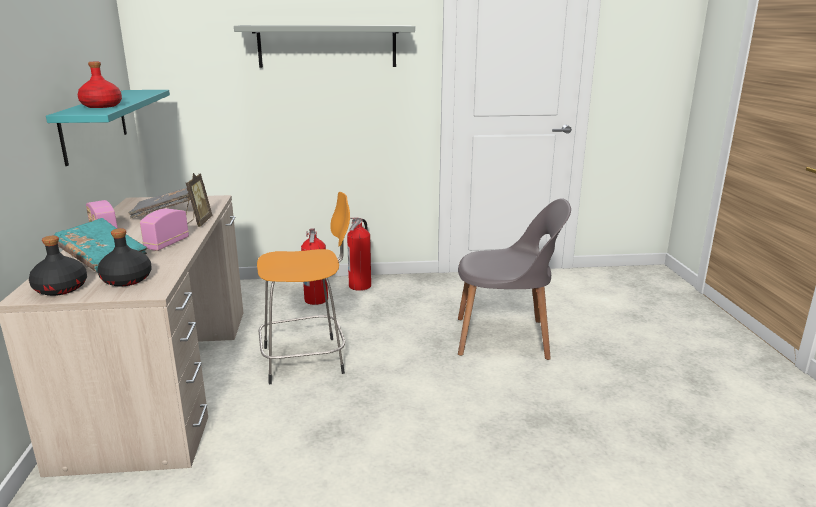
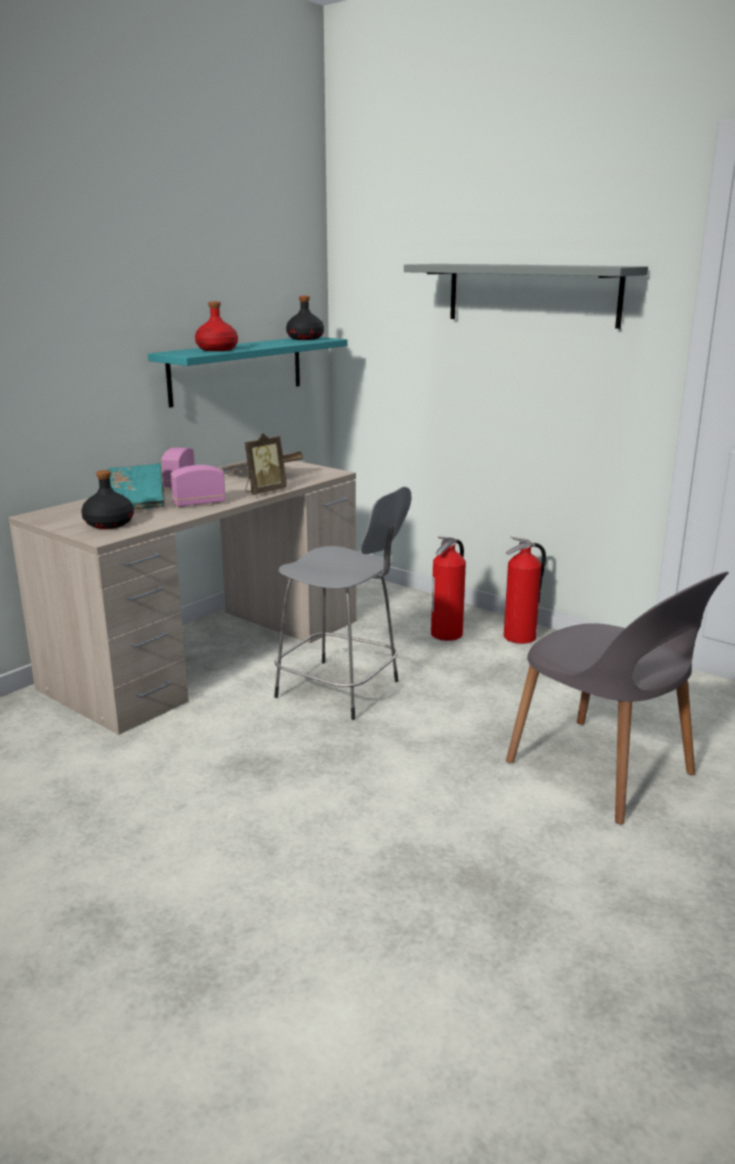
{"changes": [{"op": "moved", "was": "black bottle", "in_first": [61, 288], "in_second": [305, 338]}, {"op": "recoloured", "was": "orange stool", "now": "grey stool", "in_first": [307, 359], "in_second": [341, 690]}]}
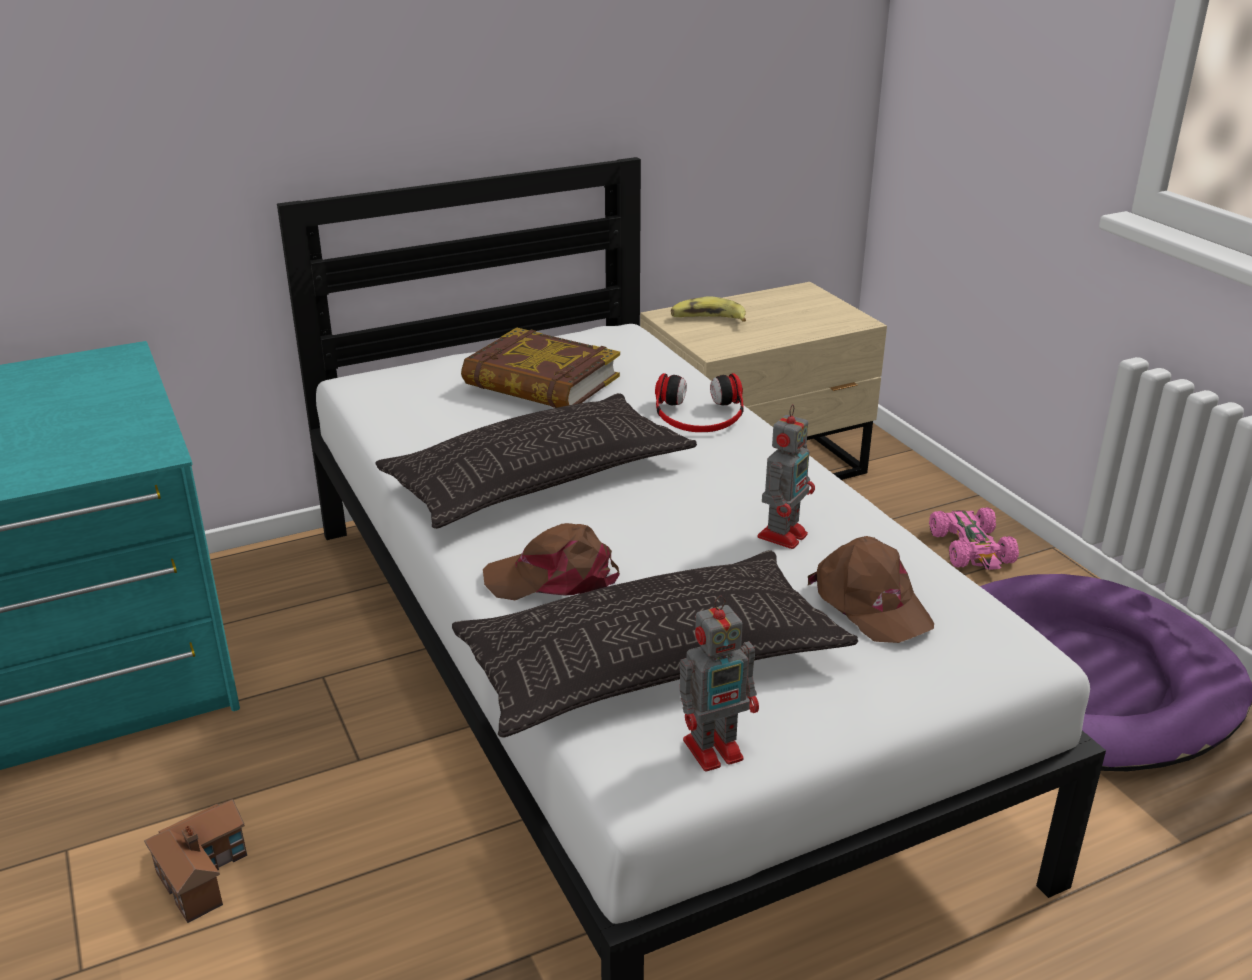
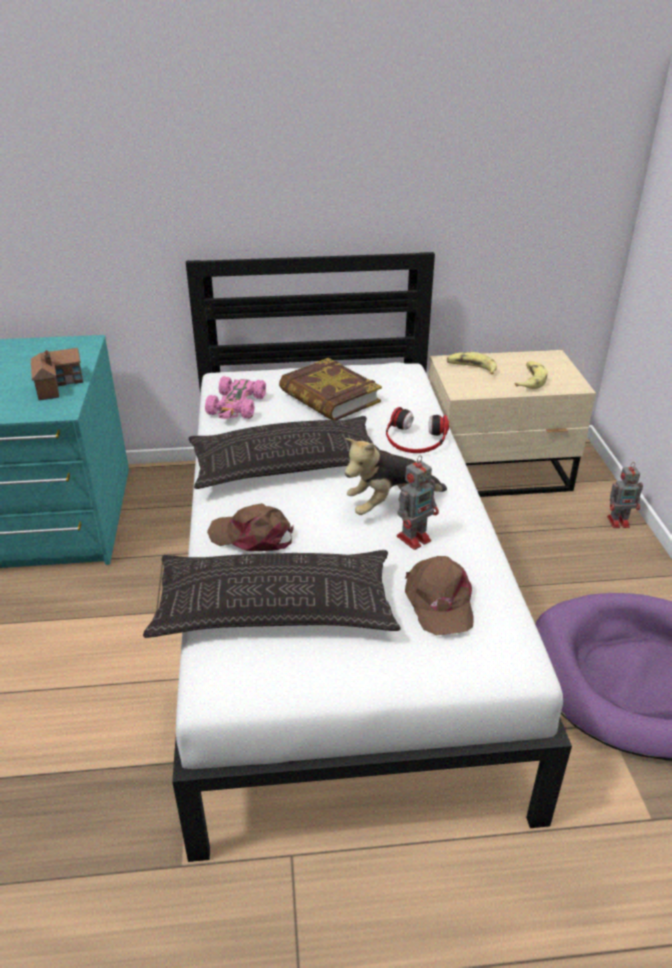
{"changes": [{"op": "added", "now": "plush toy", "in_second": [391, 506]}, {"op": "added", "now": "banana", "in_second": [530, 380]}, {"op": "moved", "was": "toy house", "in_first": [203, 869], "in_second": [59, 383]}, {"op": "moved", "was": "toy robot", "in_first": [716, 748], "in_second": [619, 521]}, {"op": "moved", "was": "pink toy car", "in_first": [972, 549], "in_second": [237, 406]}]}
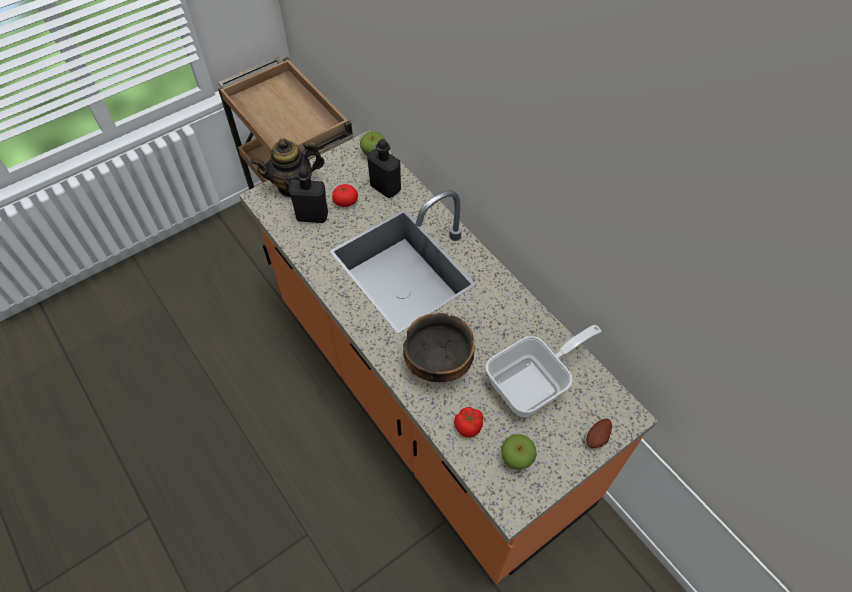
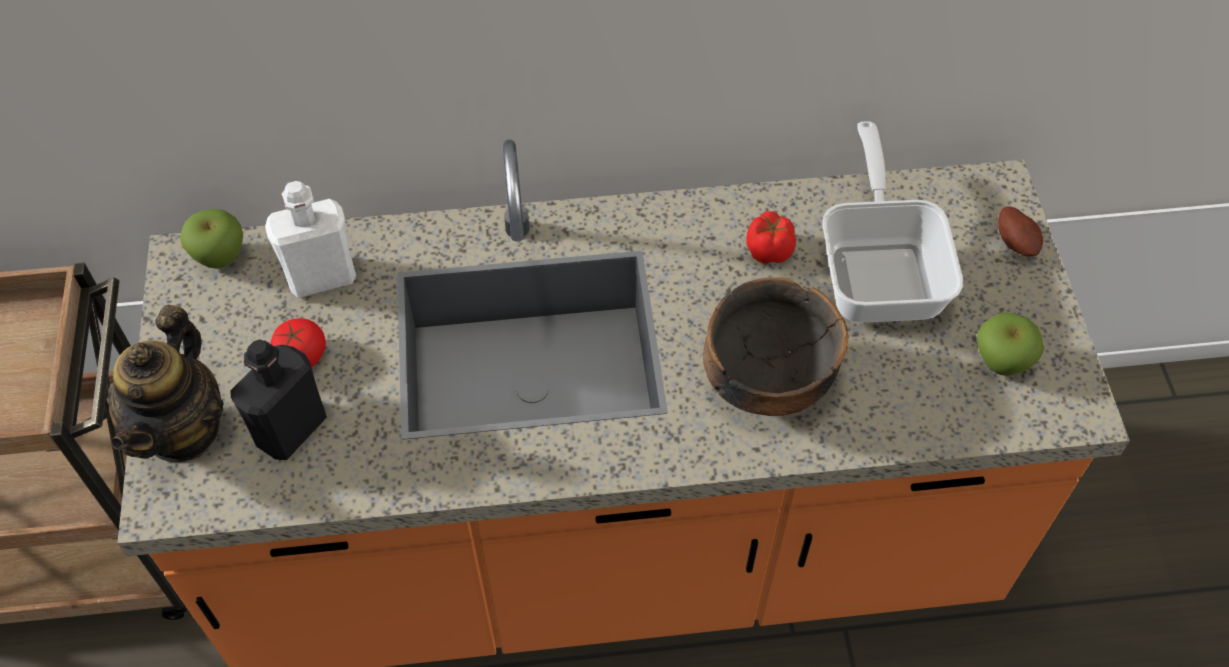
{"changes": [{"op": "moved", "was": "tomato", "in_first": [469, 426], "in_second": [769, 249]}, {"op": "recoloured", "was": "black bottle", "now": "white bottle", "in_first": [385, 188], "in_second": [322, 277]}]}
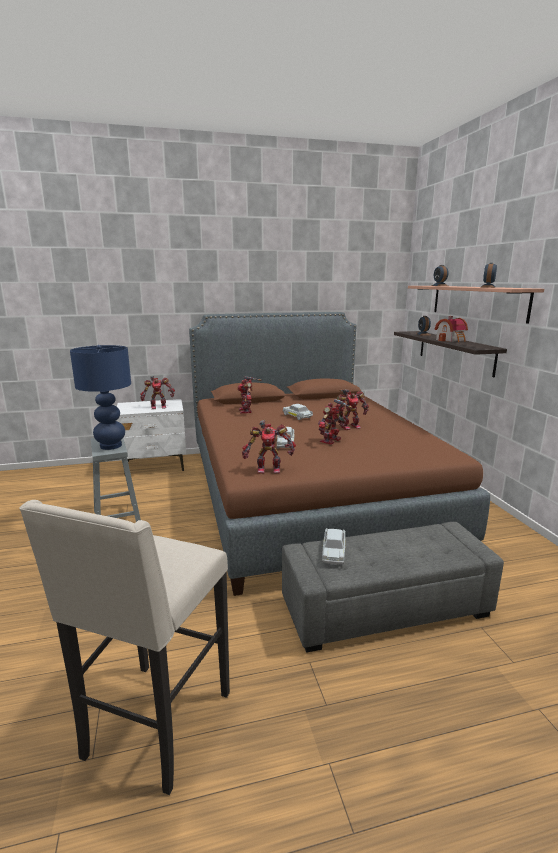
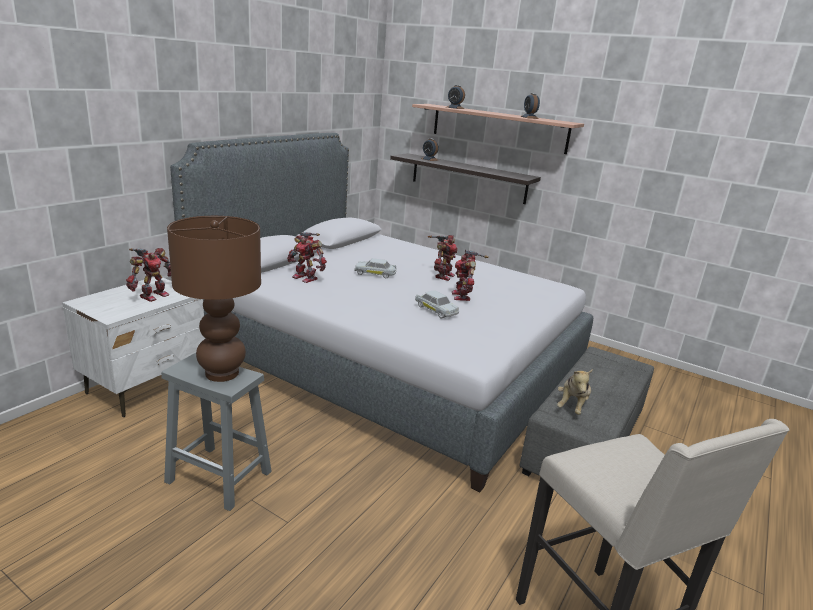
{"changes": [{"op": "removed", "was": "toy robot", "in_first": [268, 469]}, {"op": "removed", "was": "toy house", "in_first": [451, 340]}, {"op": "replaced", "was": "white toy car", "now": "plush toy", "in_first": [333, 551], "in_second": [572, 406]}, {"op": "recoloured", "was": "blue table lamp", "now": "brown table lamp", "in_first": [110, 446], "in_second": [221, 373]}, {"op": "recoloured", "was": "brown bed", "now": "grey bed", "in_first": [306, 494], "in_second": [386, 362]}]}
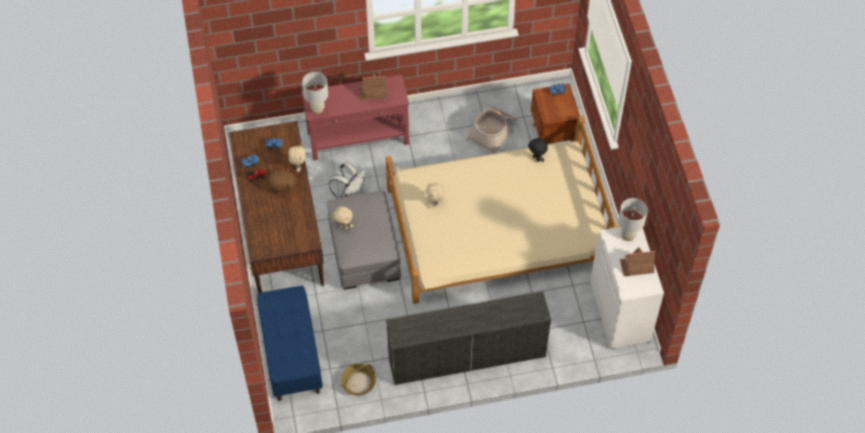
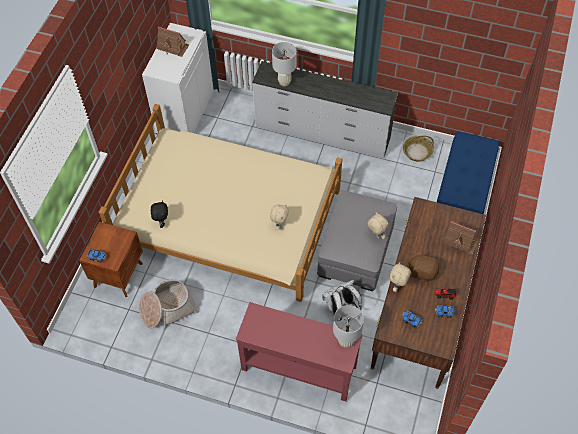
{"changes": [{"op": "moved", "was": "toy house", "in_first": [373, 91], "in_second": [460, 240]}, {"op": "moved", "was": "white table lamp", "in_first": [628, 235], "in_second": [284, 82]}]}
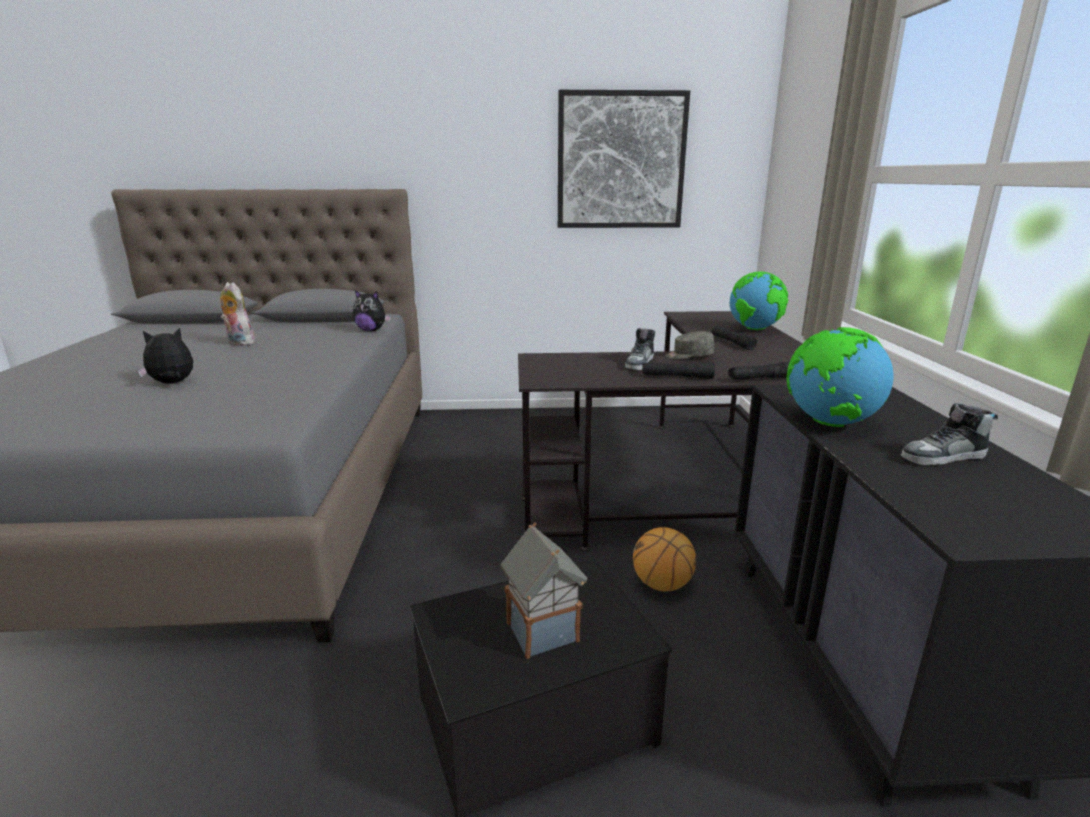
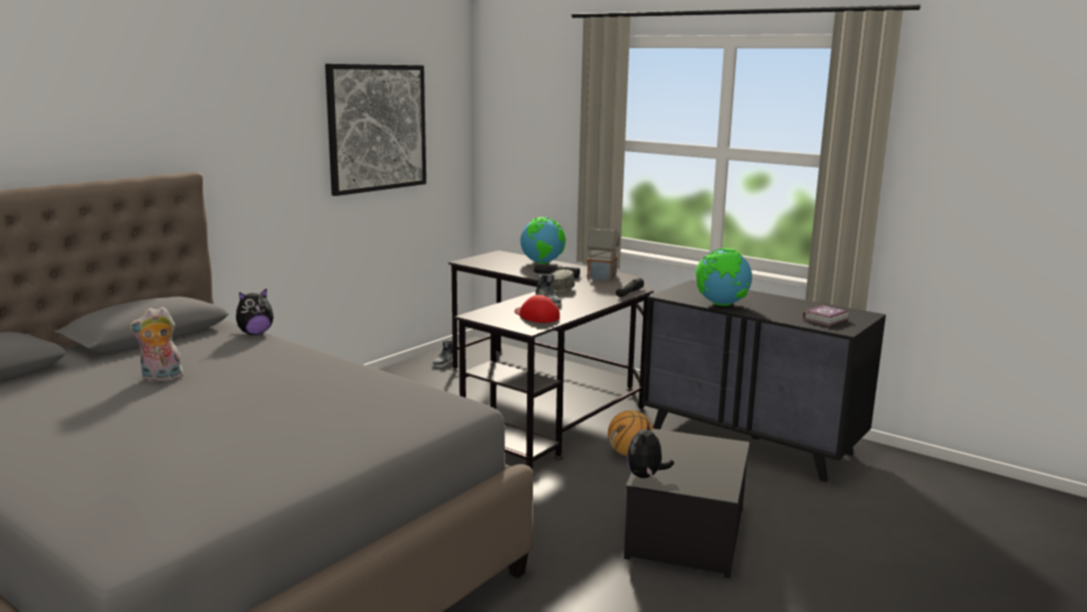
{"changes": [{"op": "removed", "was": "black flashlight", "in_first": [677, 377]}, {"op": "added", "now": "red cap", "in_second": [536, 316]}, {"op": "added", "now": "book", "in_second": [826, 319]}, {"op": "moved", "was": "plush toy", "in_first": [172, 383], "in_second": [646, 476]}, {"op": "moved", "was": "toy house", "in_first": [543, 633], "in_second": [602, 277]}, {"op": "moved", "was": "shoe", "in_first": [943, 457], "in_second": [445, 362]}]}
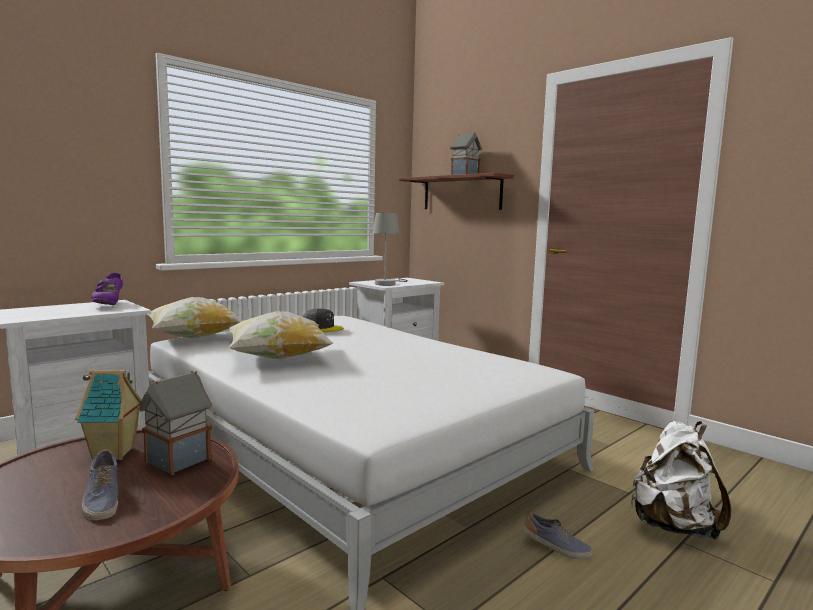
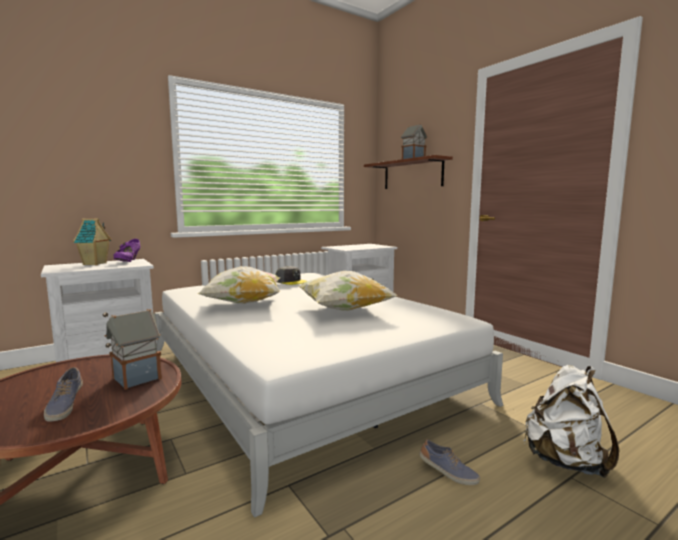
{"changes": [{"op": "removed", "was": "grey table lamp", "in_first": [388, 283]}, {"op": "moved", "was": "toy house", "in_first": [114, 454], "in_second": [95, 264]}, {"op": "moved", "was": "pillow", "in_first": [194, 338], "in_second": [344, 310]}]}
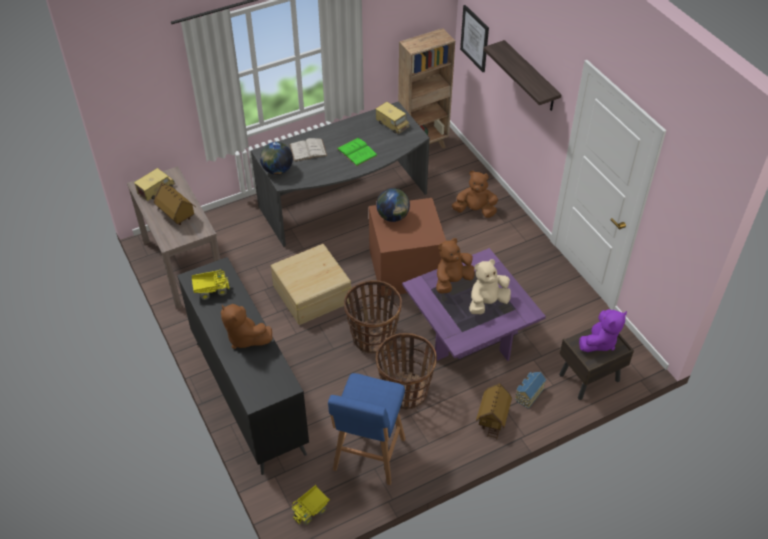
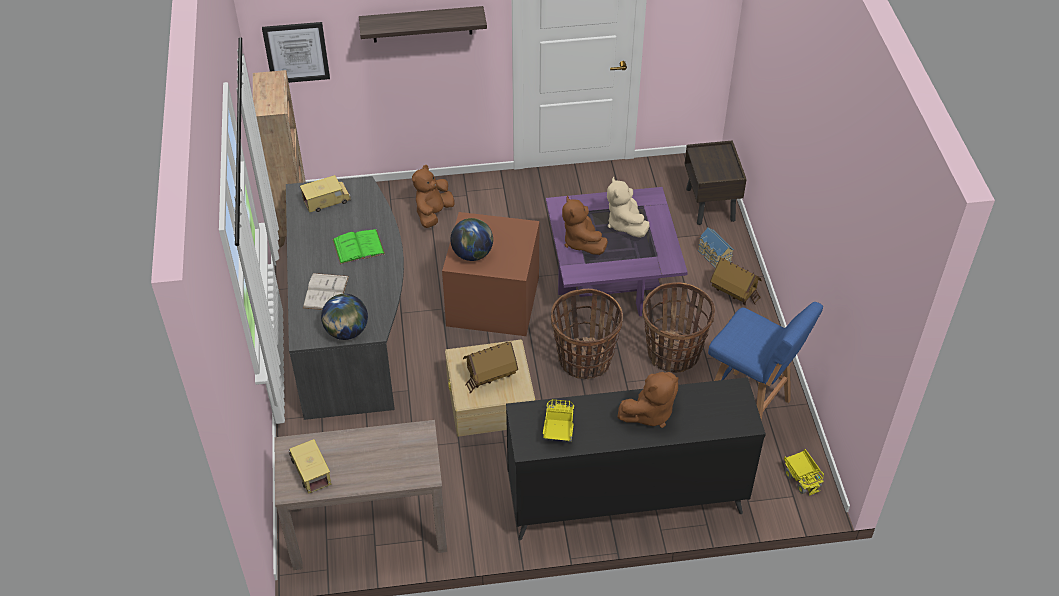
{"changes": [{"op": "removed", "was": "purple plush toy", "in_first": [599, 342]}, {"op": "moved", "was": "toy house", "in_first": [176, 215], "in_second": [490, 376]}]}
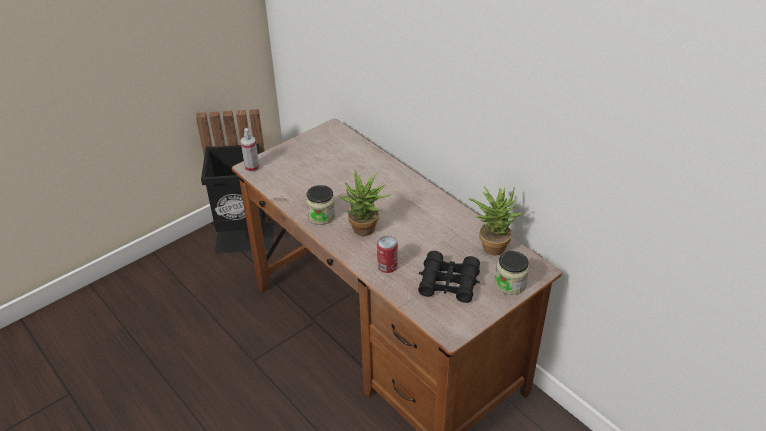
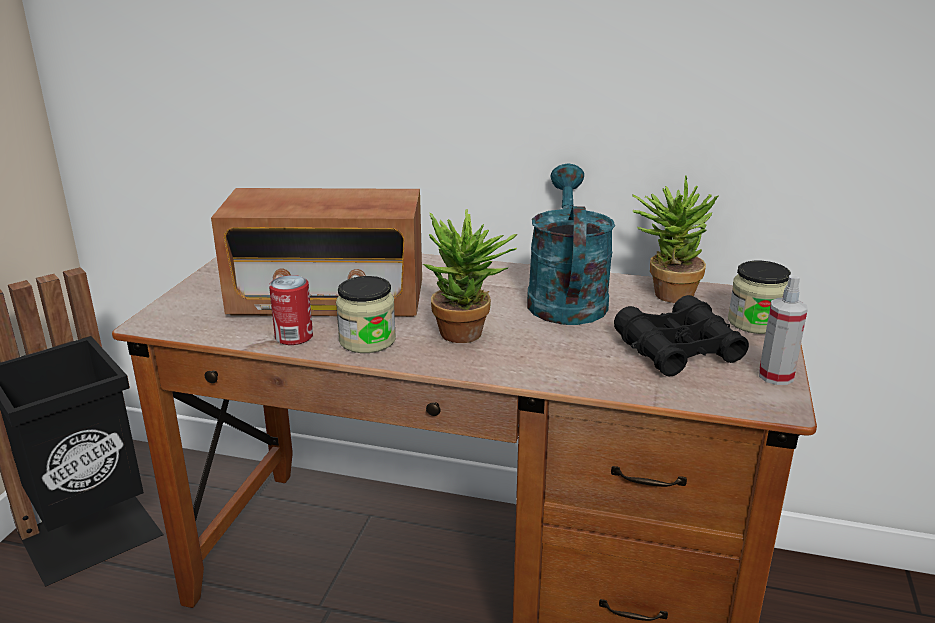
{"changes": [{"op": "added", "now": "radio", "in_second": [328, 300]}, {"op": "added", "now": "turquoise watering can", "in_second": [565, 297]}, {"op": "moved", "was": "spray bottle", "in_first": [252, 167], "in_second": [776, 376]}, {"op": "moved", "was": "can", "in_first": [387, 266], "in_second": [294, 337]}]}
